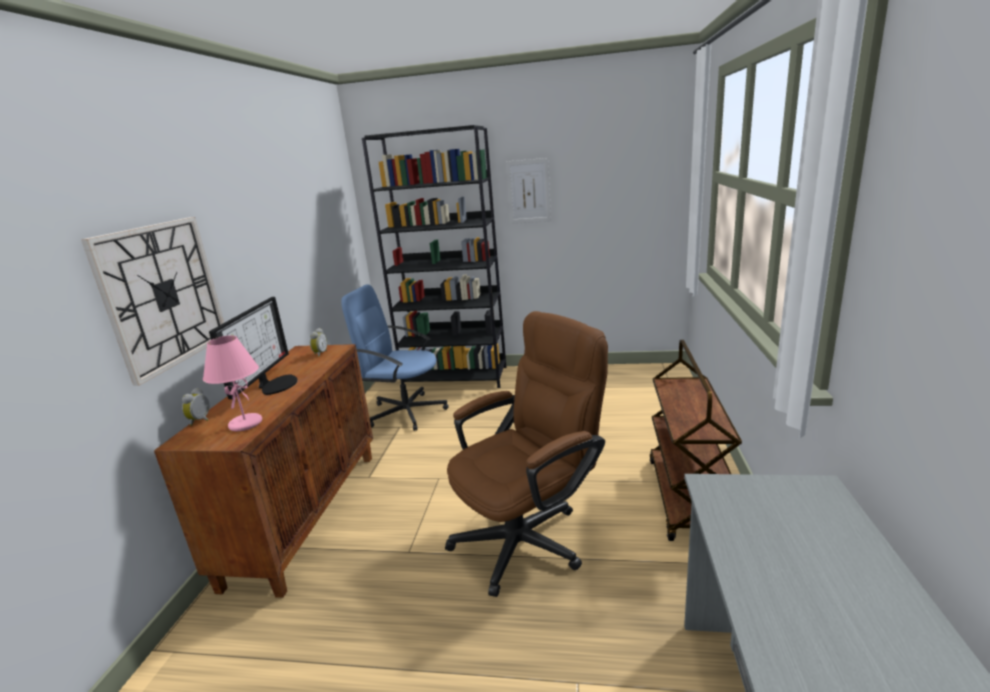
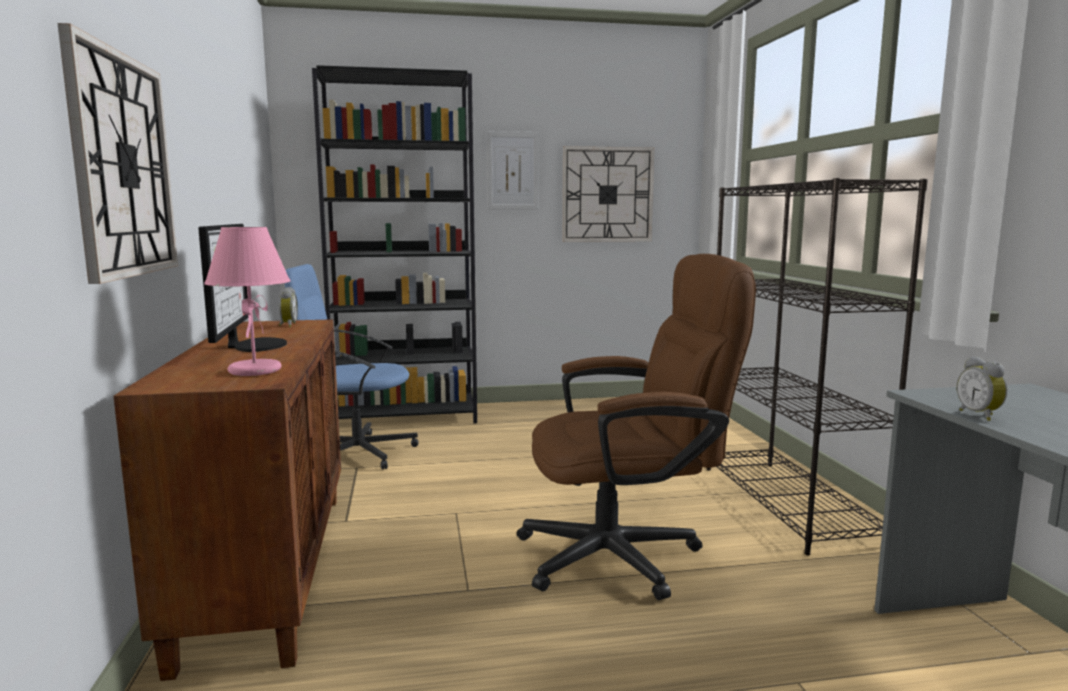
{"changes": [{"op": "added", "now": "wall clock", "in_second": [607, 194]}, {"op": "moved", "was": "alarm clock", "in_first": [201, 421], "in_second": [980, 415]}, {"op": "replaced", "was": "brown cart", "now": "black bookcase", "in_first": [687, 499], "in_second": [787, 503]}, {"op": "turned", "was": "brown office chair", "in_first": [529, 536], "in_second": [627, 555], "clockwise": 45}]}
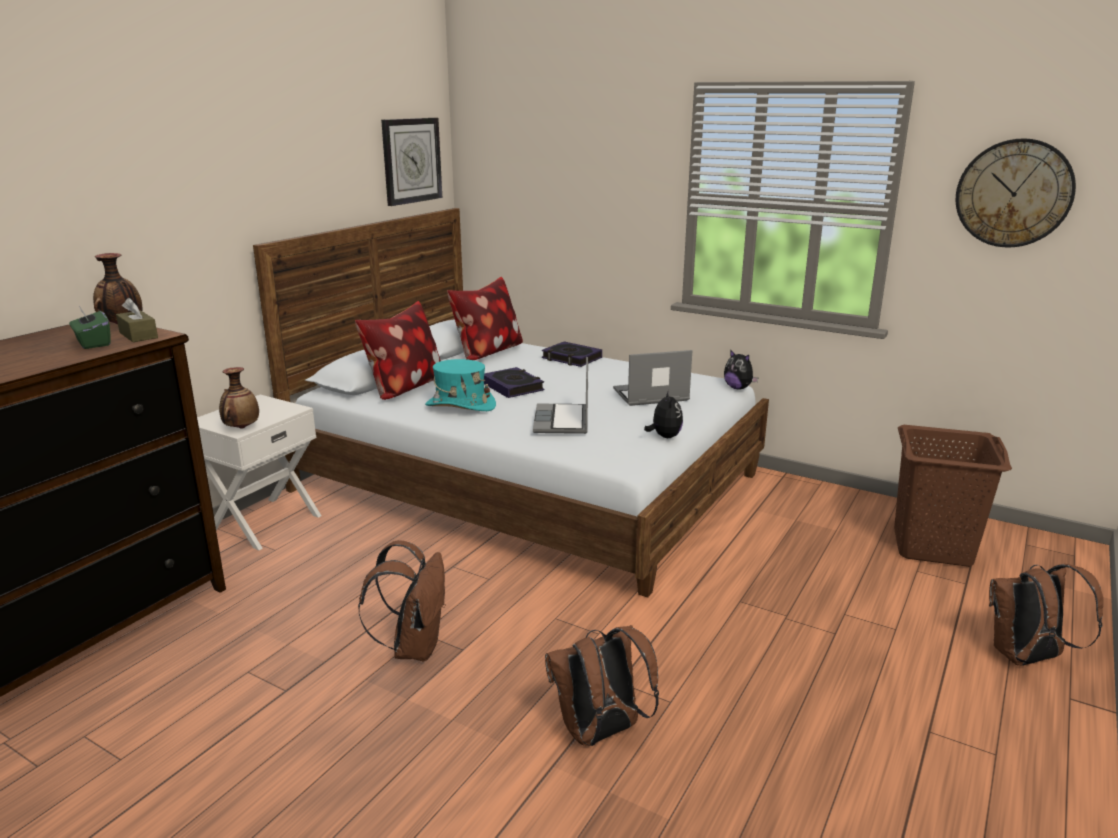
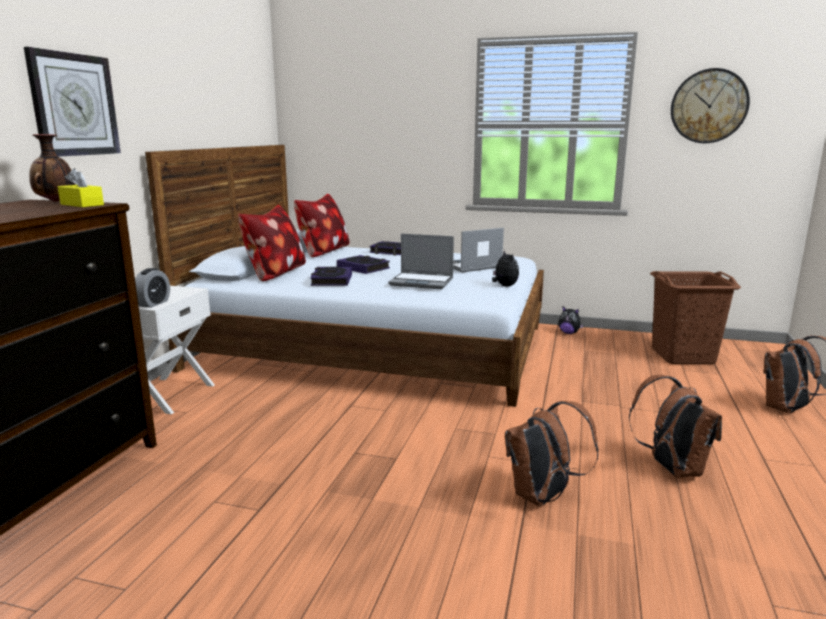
{"changes": [{"op": "removed", "was": "green tissue box", "in_first": [93, 343]}, {"op": "moved", "was": "brown backpack", "in_first": [414, 647], "in_second": [671, 468]}, {"op": "moved", "was": "wall clock", "in_first": [411, 160], "in_second": [74, 105]}, {"op": "moved", "was": "plush toy", "in_first": [738, 388], "in_second": [569, 333]}, {"op": "replaced", "was": "vase", "now": "alarm clock", "in_first": [241, 427], "in_second": [153, 303]}, {"op": "replaced", "was": "turquoise hat", "now": "book", "in_first": [460, 405], "in_second": [331, 280]}, {"op": "recoloured", "was": "brown tissue box", "now": "yellow tissue box", "in_first": [138, 335], "in_second": [82, 204]}, {"op": "turned", "was": "laptop", "in_first": [562, 421], "in_second": [422, 282], "clockwise": -60}]}
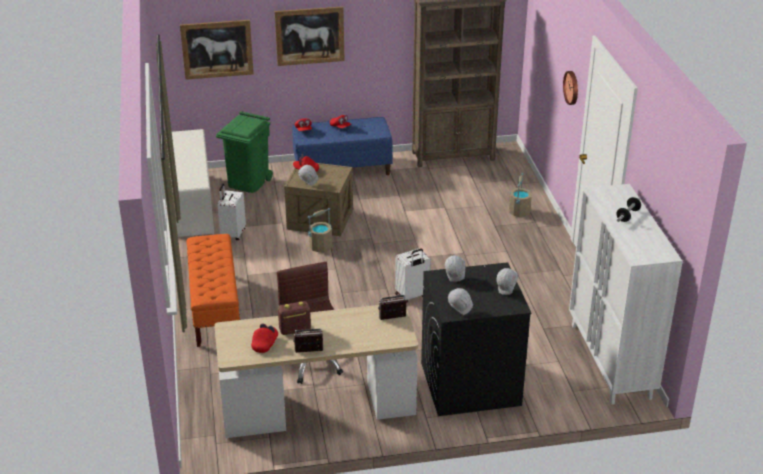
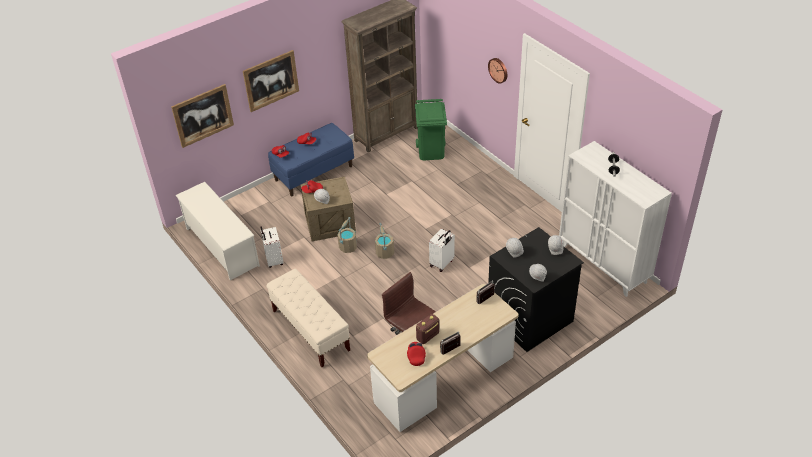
{"changes": [{"op": "moved", "was": "green trash can", "in_first": [248, 182], "in_second": [431, 151]}, {"op": "moved", "was": "beige bucket", "in_first": [519, 211], "in_second": [384, 252]}, {"op": "recoloured", "was": "orange bench", "now": "beige bench", "in_first": [215, 309], "in_second": [310, 330]}]}
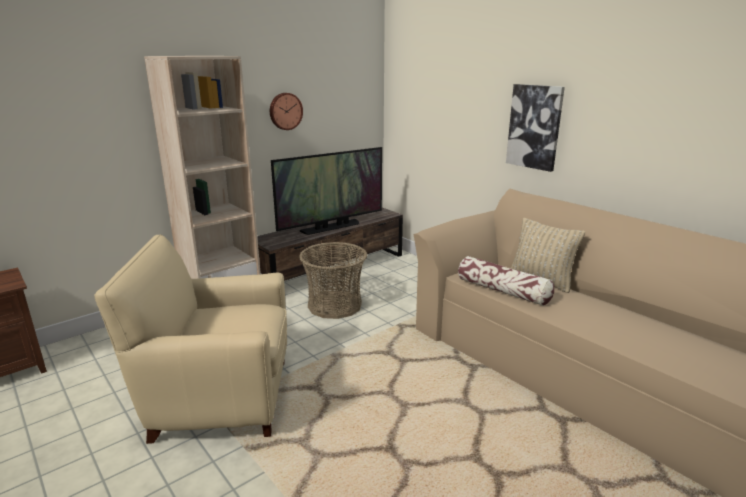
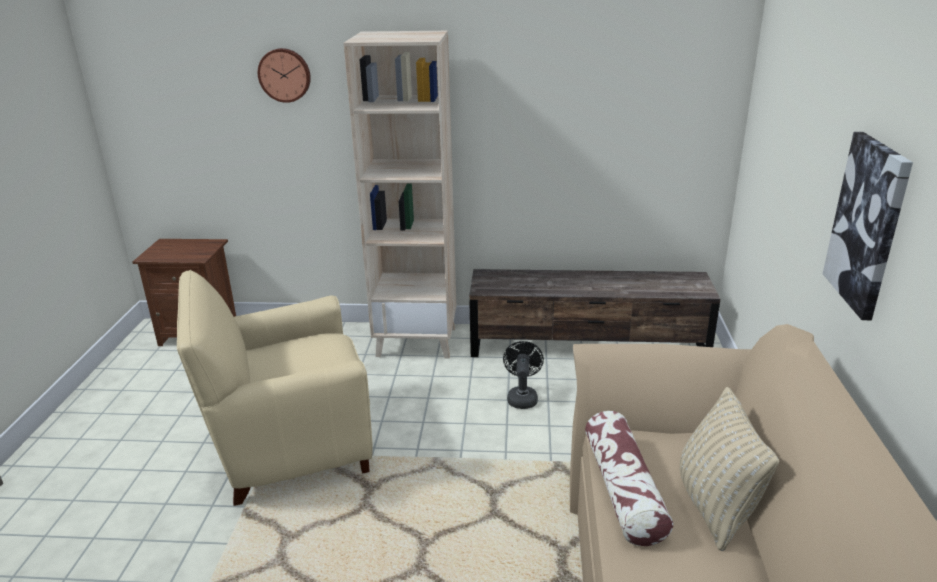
{"changes": [{"op": "removed", "was": "television", "in_first": [331, 227]}, {"op": "moved", "was": "wall clock", "in_first": [285, 111], "in_second": [285, 75]}, {"op": "replaced", "was": "basket", "now": "black fan", "in_first": [335, 305], "in_second": [522, 397]}, {"op": "turned", "was": "beige armchair", "in_first": [219, 397], "in_second": [290, 445], "clockwise": -60}]}
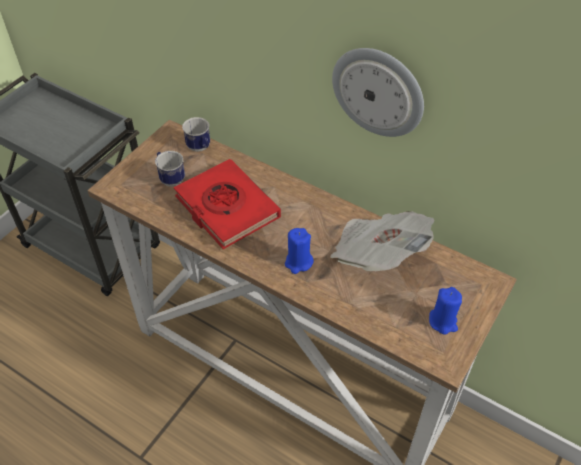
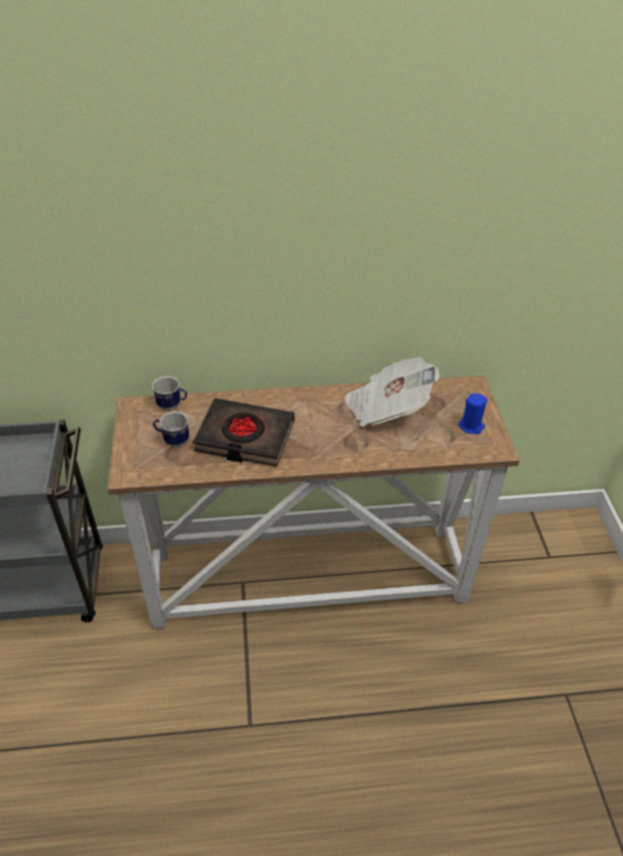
{"changes": [{"op": "removed", "was": "blue candle", "in_first": [298, 262]}, {"op": "removed", "was": "wall clock", "in_first": [378, 91]}, {"op": "recoloured", "was": "red book", "now": "black book", "in_first": [226, 208], "in_second": [245, 437]}]}
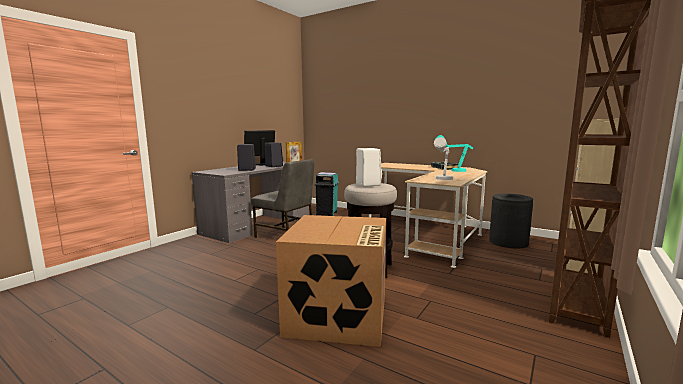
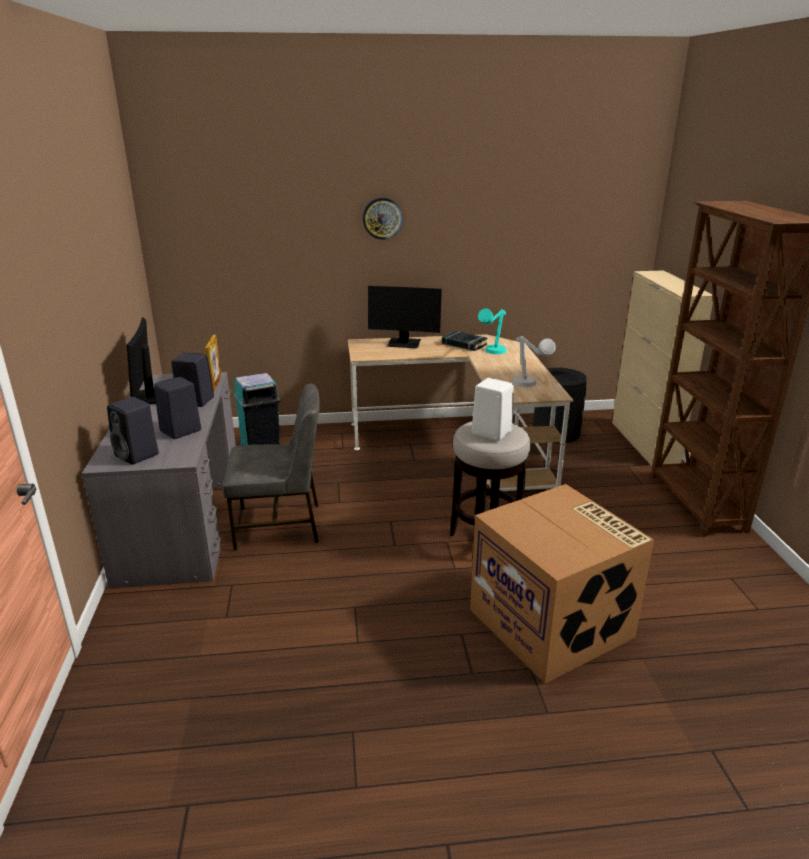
{"changes": [{"op": "added", "now": "black speaker", "in_second": [138, 455]}, {"op": "added", "now": "wall clock", "in_second": [382, 218]}, {"op": "added", "now": "monitor", "in_second": [404, 344]}]}
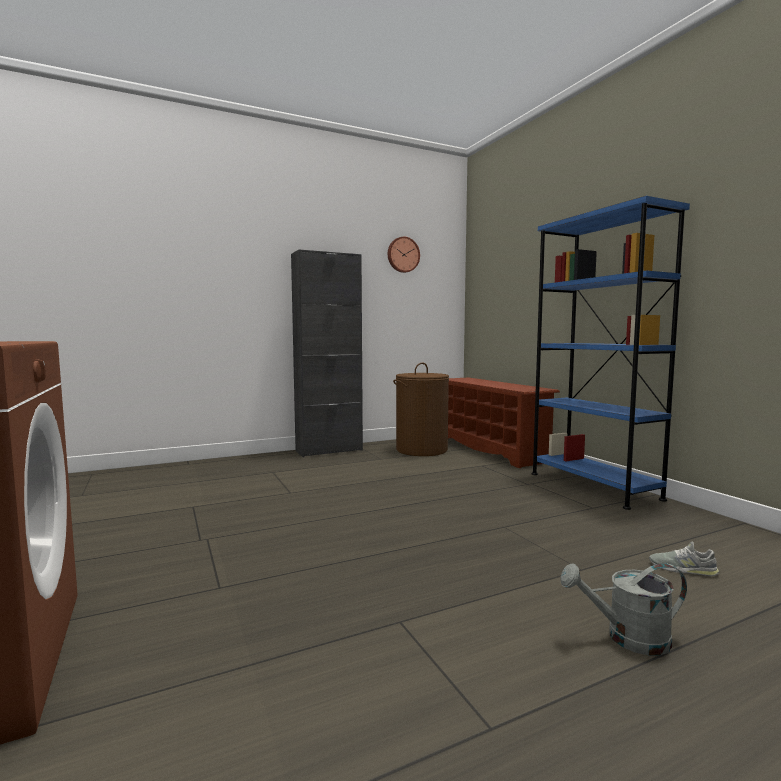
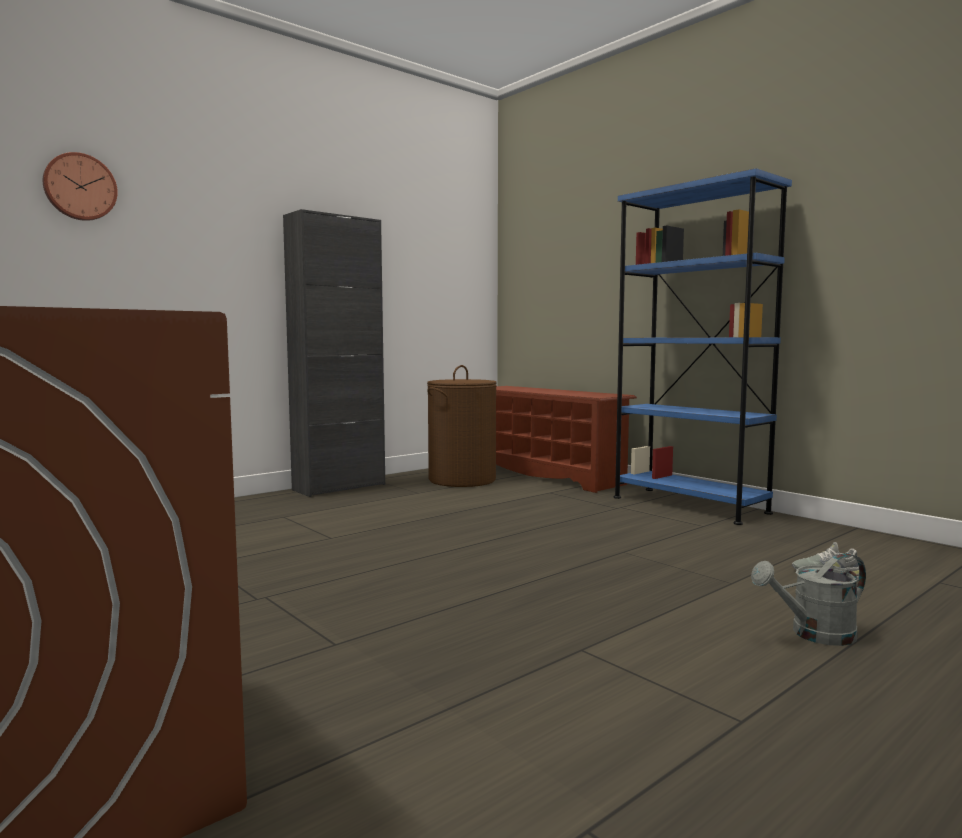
{"changes": [{"op": "moved", "was": "wall clock", "in_first": [403, 255], "in_second": [80, 187]}]}
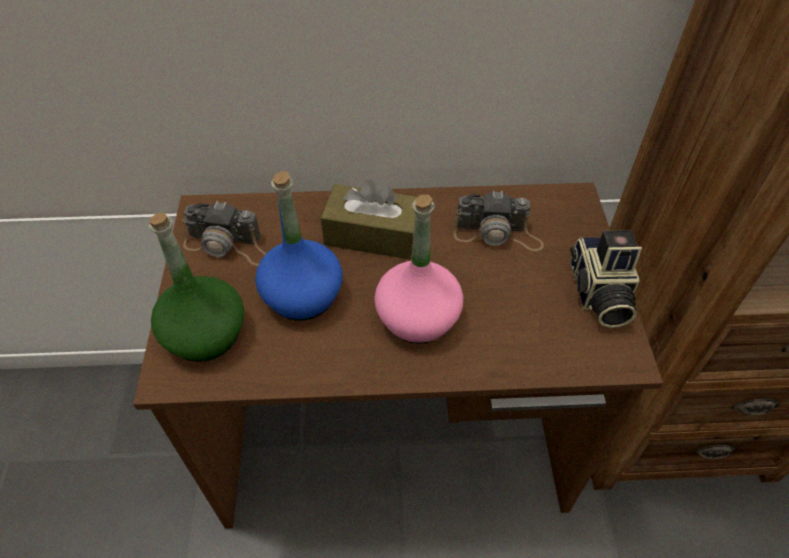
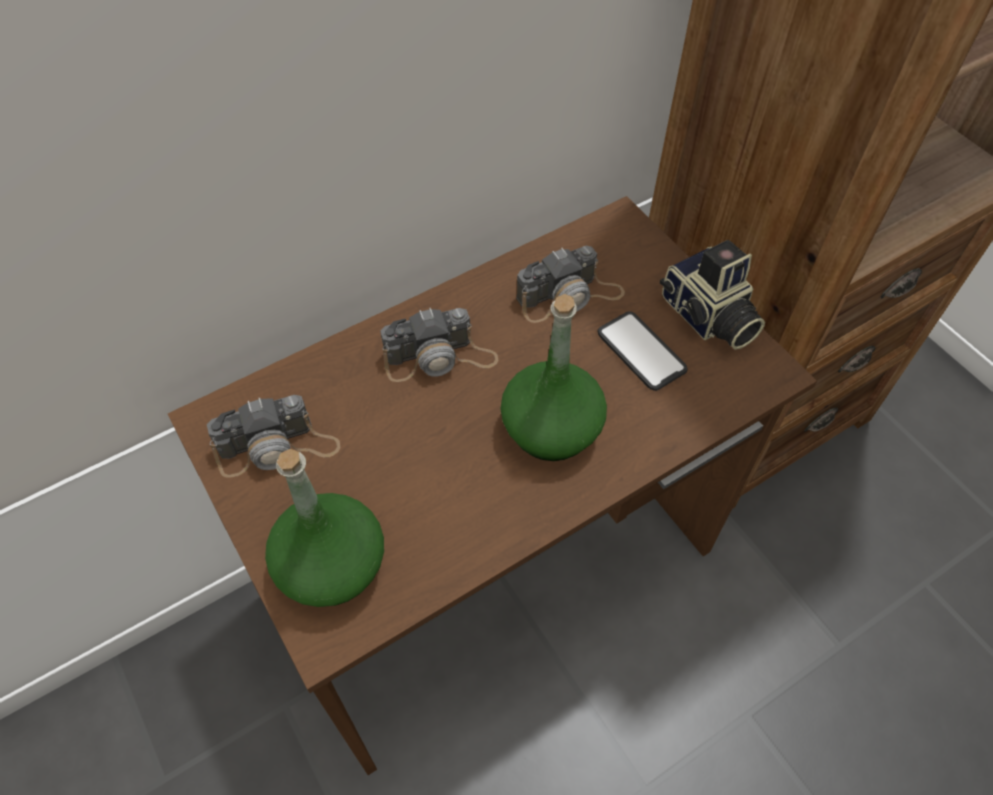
{"changes": [{"op": "removed", "was": "blue bottle", "in_first": [302, 296]}, {"op": "added", "now": "phone", "in_second": [641, 351]}, {"op": "replaced", "was": "brown tissue box", "now": "photo camera", "in_first": [373, 235], "in_second": [440, 358]}, {"op": "recoloured", "was": "pink bottle", "now": "green bottle", "in_first": [417, 318], "in_second": [551, 429]}]}
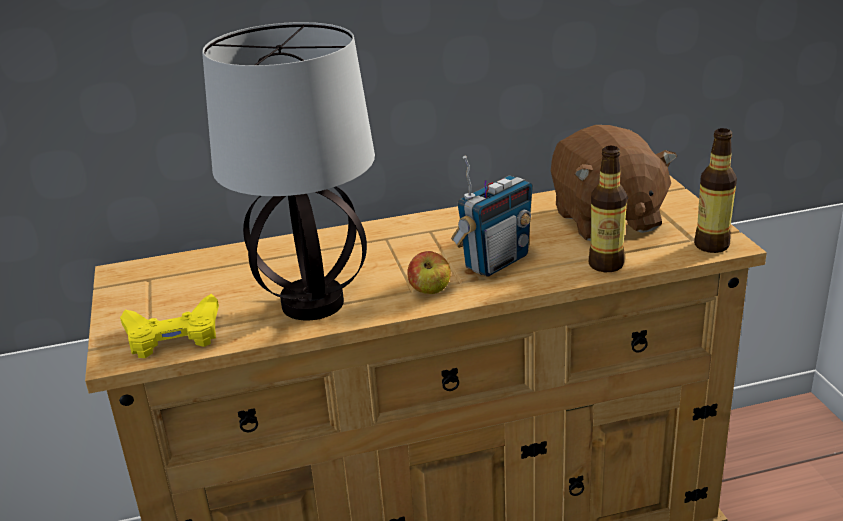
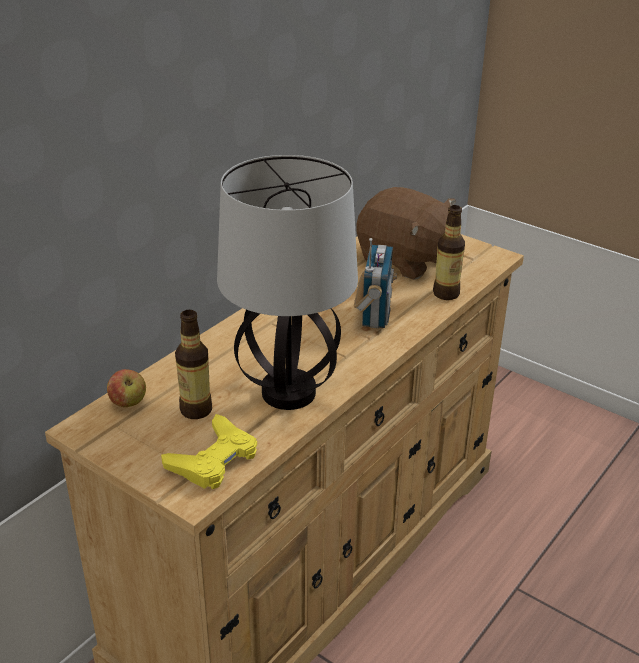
{"changes": [{"op": "moved", "was": "apple", "in_first": [430, 291], "in_second": [128, 403]}, {"op": "moved", "was": "bottle", "in_first": [711, 245], "in_second": [196, 410]}]}
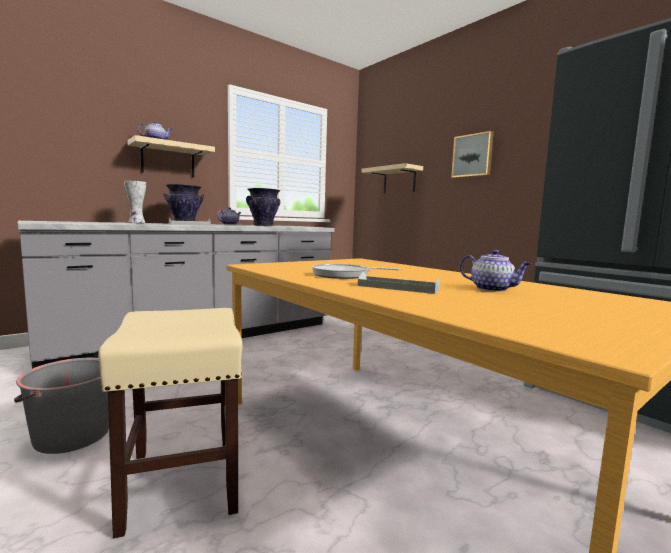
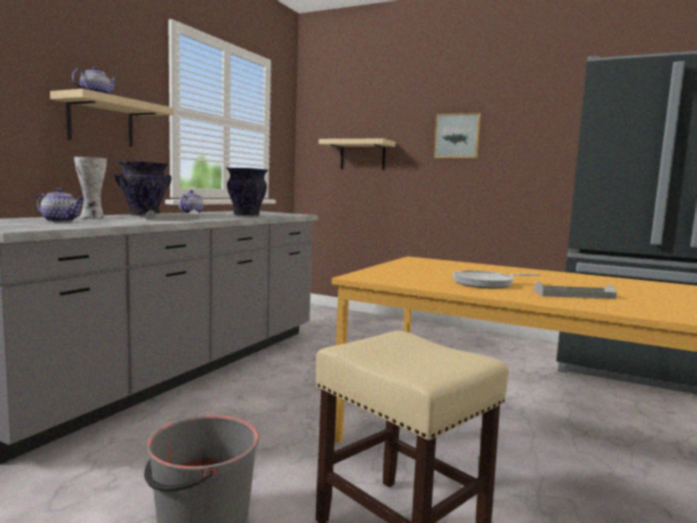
{"changes": [{"op": "moved", "was": "teapot", "in_first": [492, 289], "in_second": [61, 221]}]}
